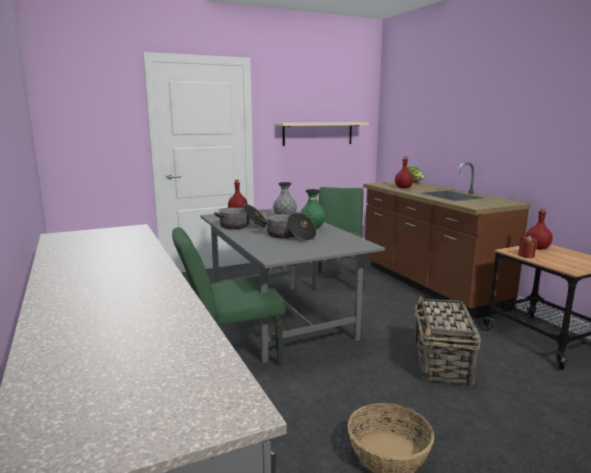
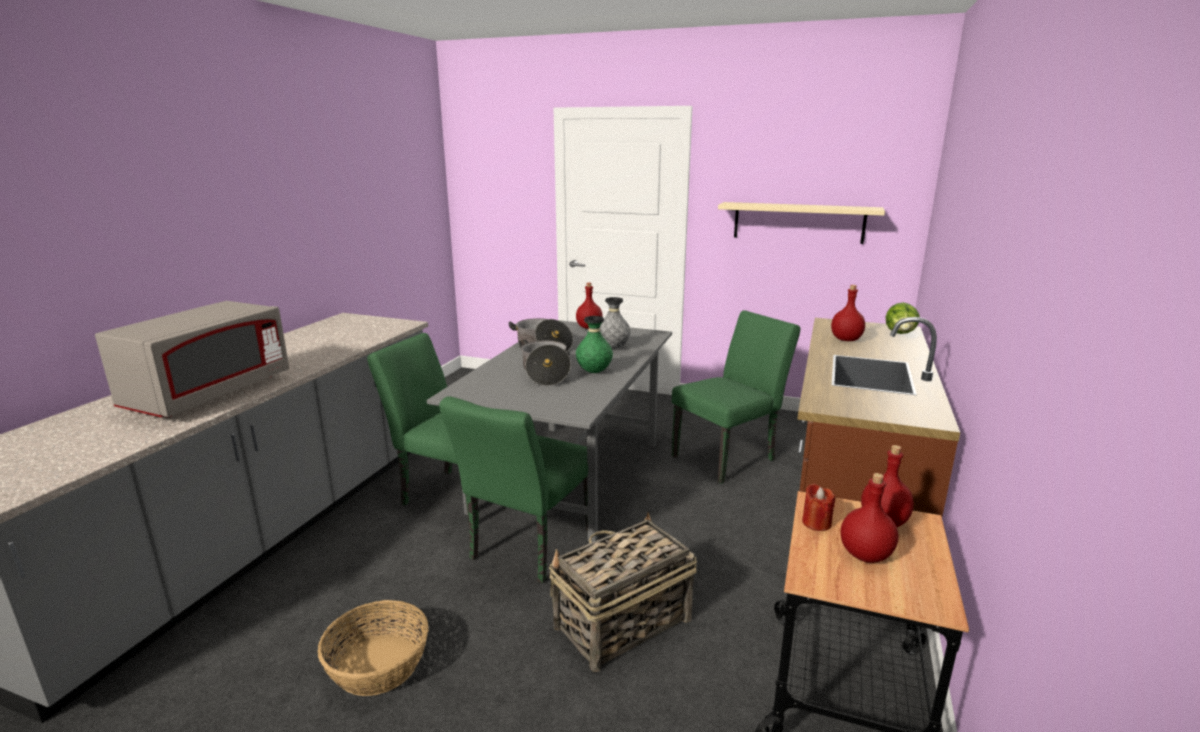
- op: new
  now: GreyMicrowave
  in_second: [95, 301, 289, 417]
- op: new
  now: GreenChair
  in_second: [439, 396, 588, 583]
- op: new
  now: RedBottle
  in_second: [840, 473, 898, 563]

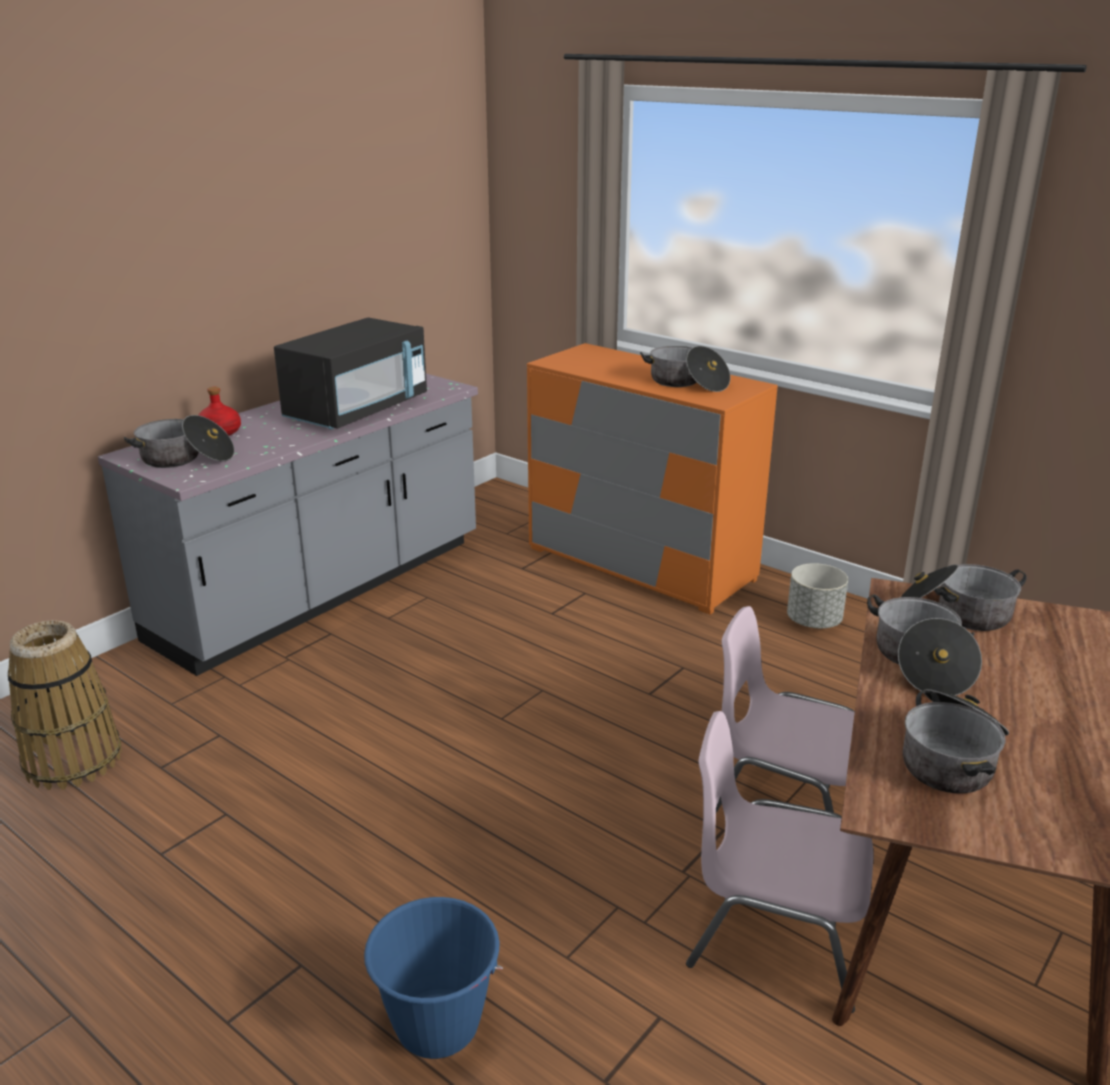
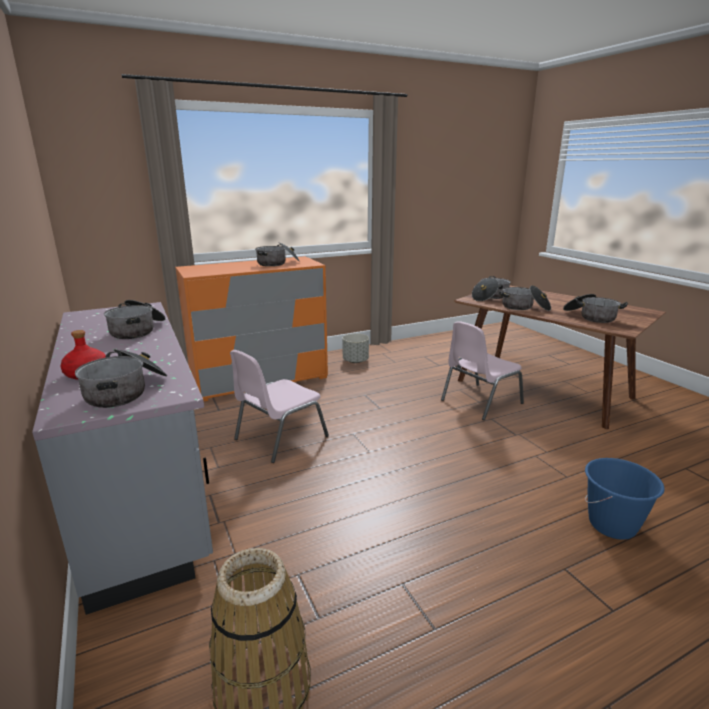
- op: swapped
  was: BlackMicrowave
  now: CookingPot
  in_first: [274, 318, 427, 429]
  in_second: [104, 300, 166, 339]
- op: shifted
  was: PinkChair
  in_first: [686, 711, 874, 1013]
  in_second: [230, 350, 329, 463]

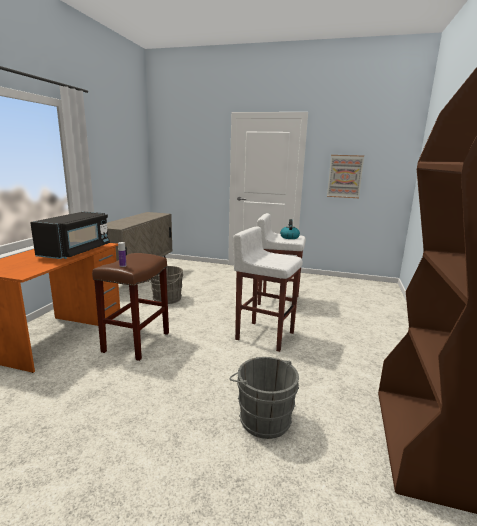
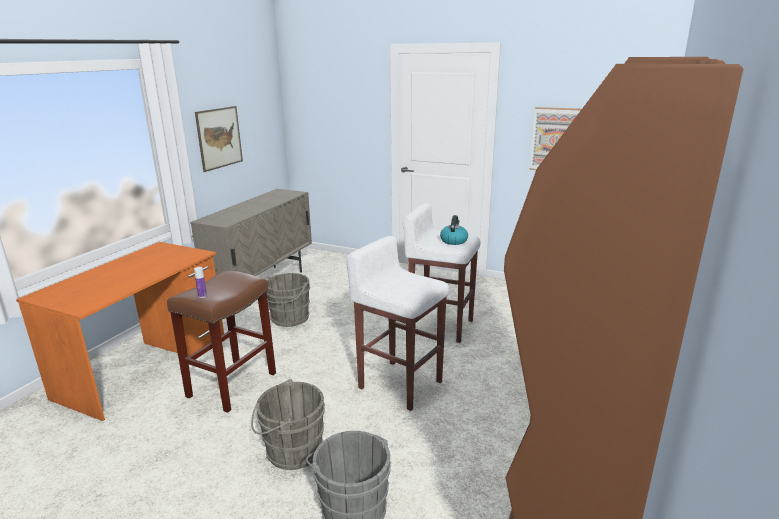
- op: gone
  was: BlackMicrowave
  in_first: [30, 212, 110, 259]
- op: new
  now: Picture
  in_second: [195, 106, 243, 172]
- op: new
  now: GreyBucket
  in_second: [251, 379, 325, 470]

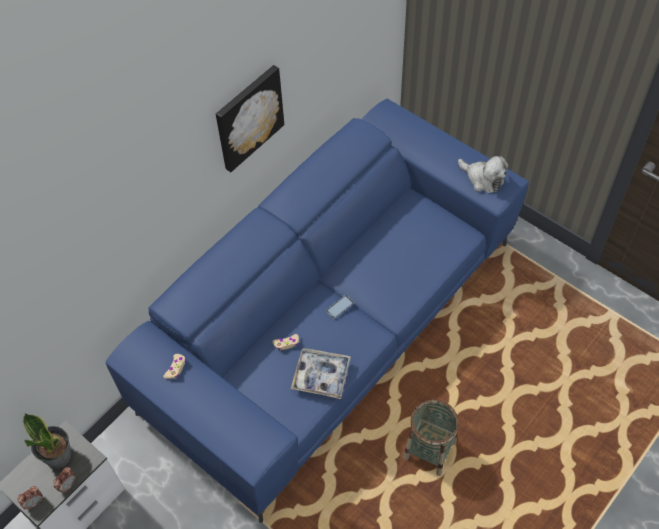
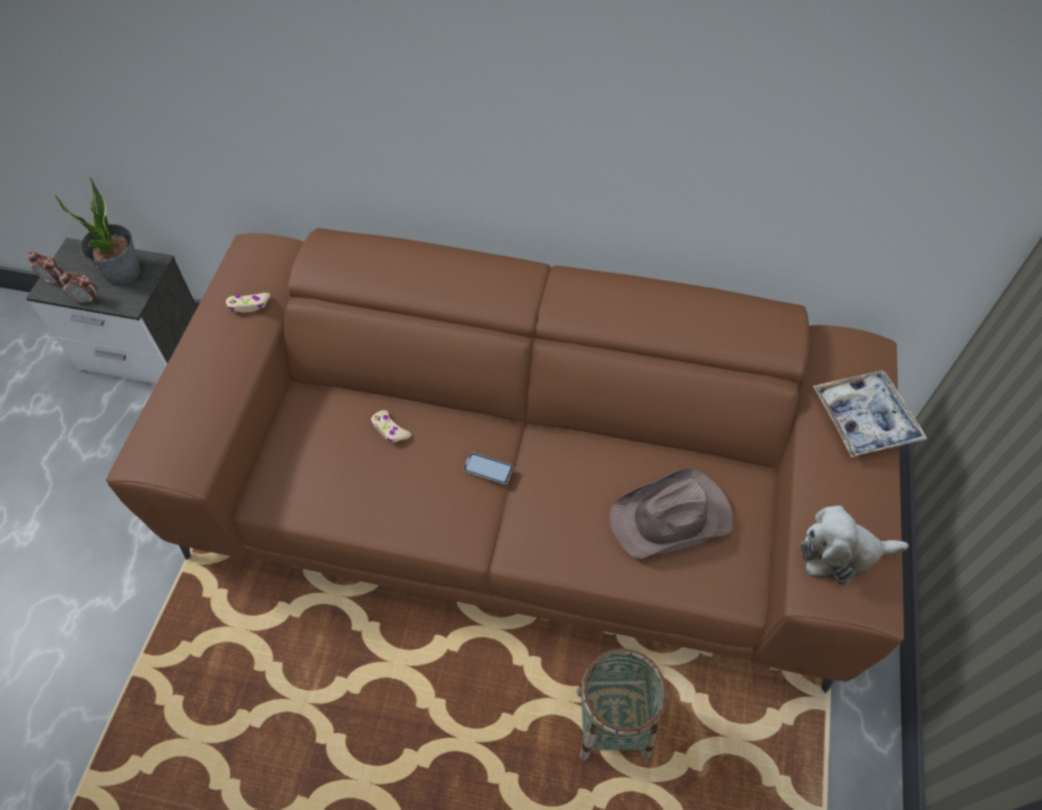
- op: gone
  was: Picture
  in_first: [216, 65, 284, 172]
- op: repainted
  was: BlueSofa
  now: BrownSofa
  in_first: [105, 99, 529, 523]
  in_second: [106, 228, 904, 693]
- op: rotated
  was: PlushToy
  in_first: [458, 156, 508, 193]
  in_second: [800, 506, 909, 585]
  clockwise: 75
- op: shifted
  was: Tray
  in_first: [291, 348, 351, 399]
  in_second: [813, 370, 927, 458]
- op: shifted
  was: Basket
  in_first: [403, 399, 459, 476]
  in_second: [576, 648, 667, 760]
- op: new
  now: BrownHat
  in_second: [609, 468, 733, 559]

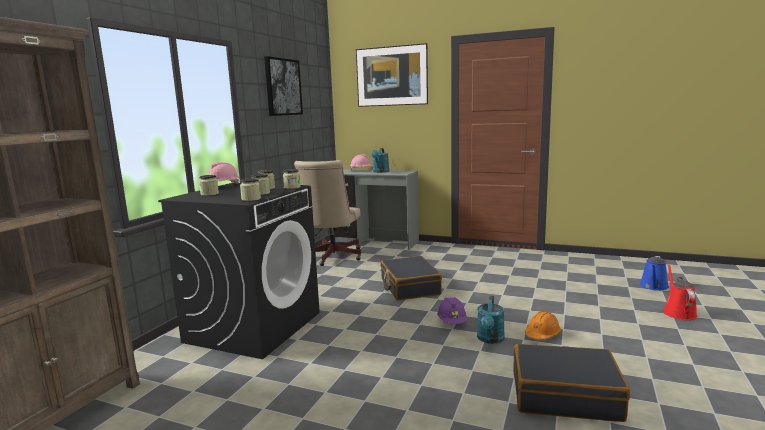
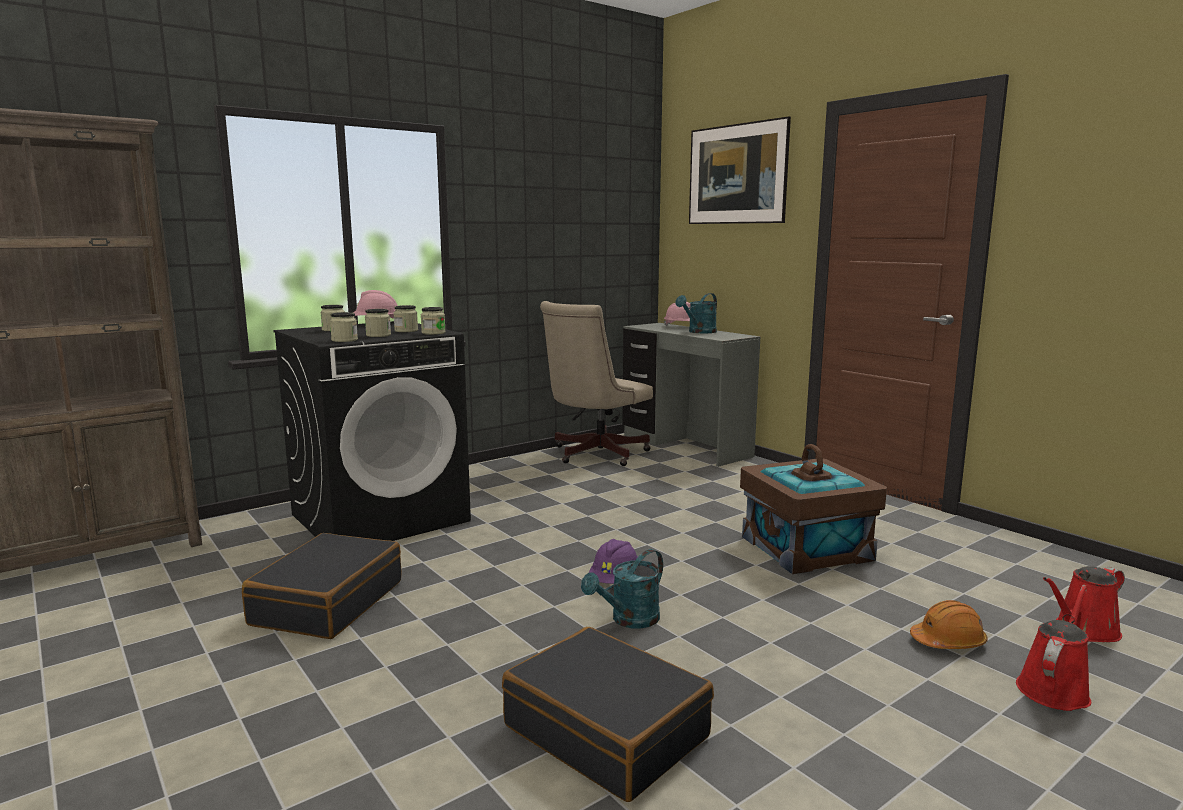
- op: gone
  was: Picture
  in_first: [264, 56, 303, 116]
- op: shifted
  was: BlackSuitcase
  in_first: [381, 256, 442, 301]
  in_second: [242, 533, 402, 639]
- op: repainted
  was: BlueWateringCan
  now: RedWateringCan
  in_first: [640, 256, 669, 291]
  in_second: [1043, 566, 1125, 642]
- op: shifted
  was: OrangeHardHat
  in_first: [525, 311, 561, 340]
  in_second: [910, 600, 988, 649]
- op: new
  now: BrownStorageBox
  in_second: [740, 444, 887, 574]

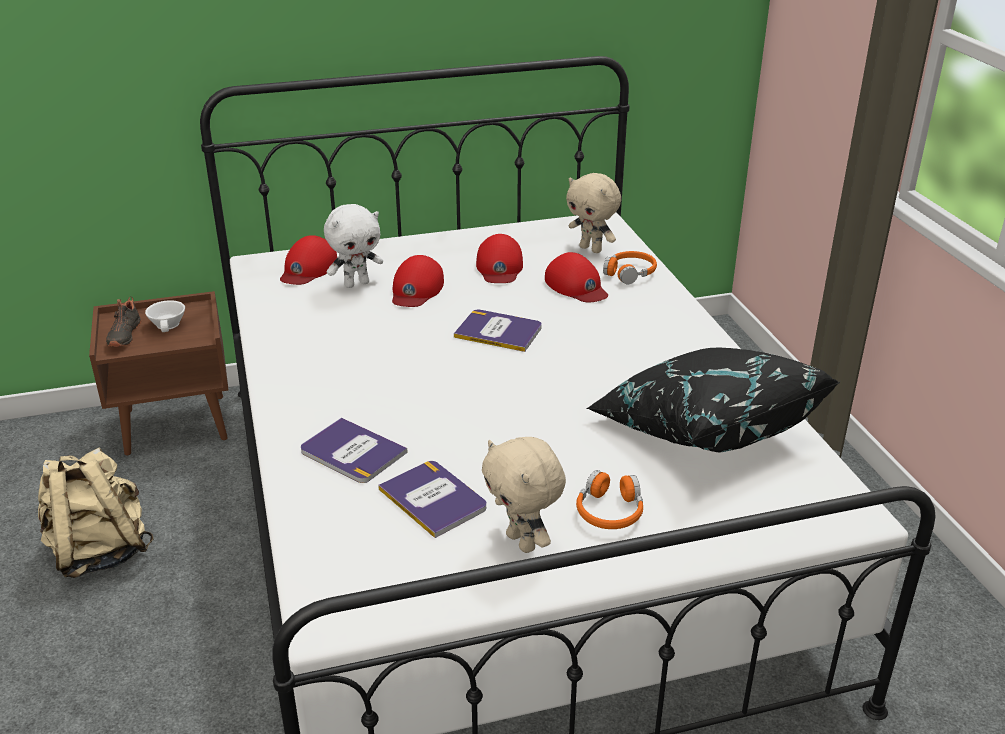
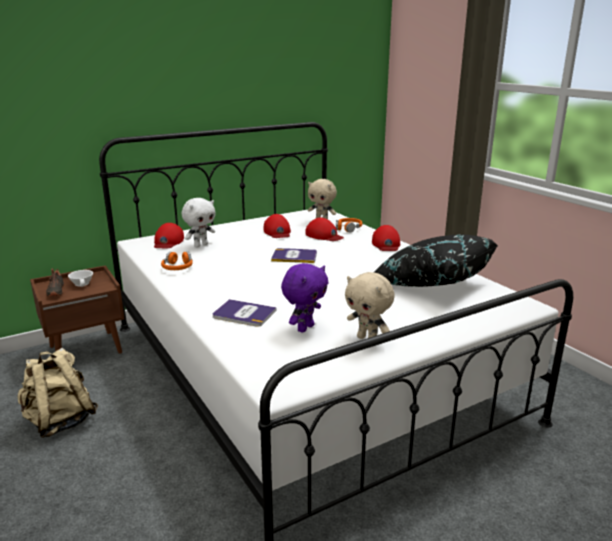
- op: shifted
  was: RedCap
  in_first: [392, 255, 444, 307]
  in_second: [372, 225, 400, 251]
- op: swapped
  was: Book
  now: PurplePlushToy
  in_first: [378, 461, 487, 538]
  in_second: [281, 263, 328, 333]
- op: shifted
  was: OrangeHeadphones
  in_first: [576, 470, 643, 529]
  in_second: [161, 252, 193, 270]

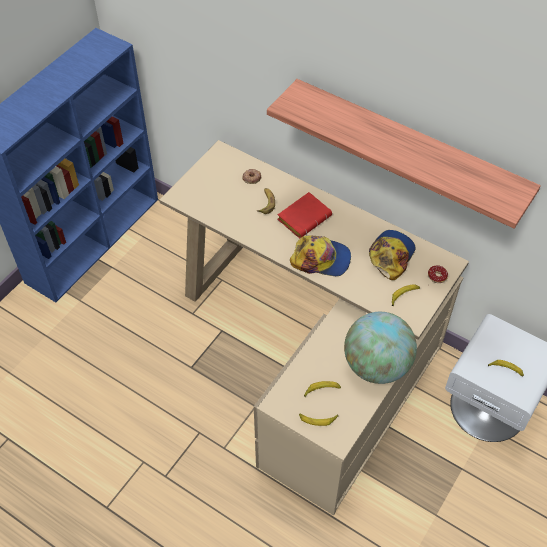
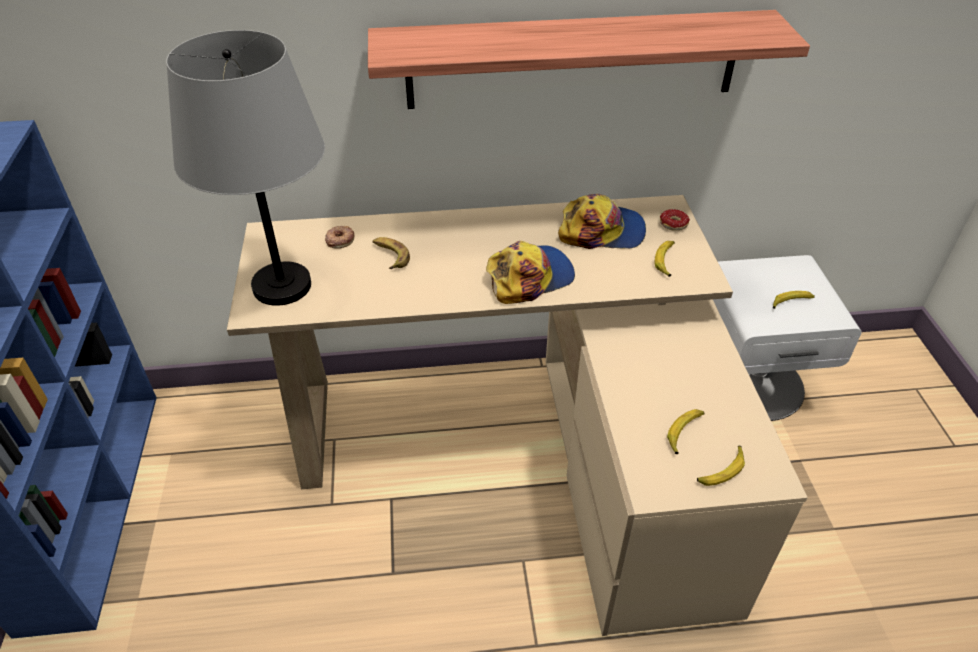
- op: gone
  was: RedBook
  in_first: [277, 192, 332, 238]
- op: rotated
  was: Cap
  in_first: [369, 230, 416, 280]
  in_second: [558, 194, 646, 249]
  clockwise: 105
- op: gone
  was: Globe
  in_first: [344, 312, 417, 384]
- op: new
  now: GreyTableLamp
  in_second: [166, 30, 325, 306]

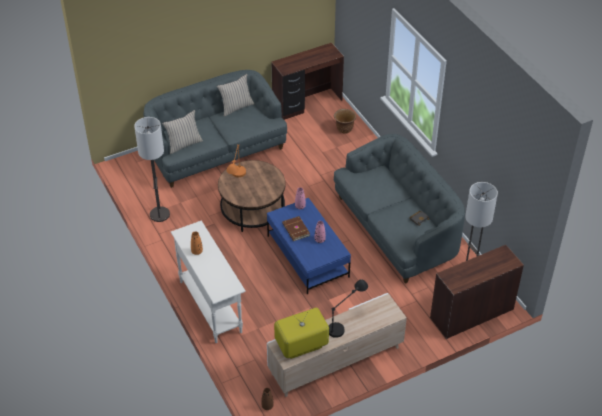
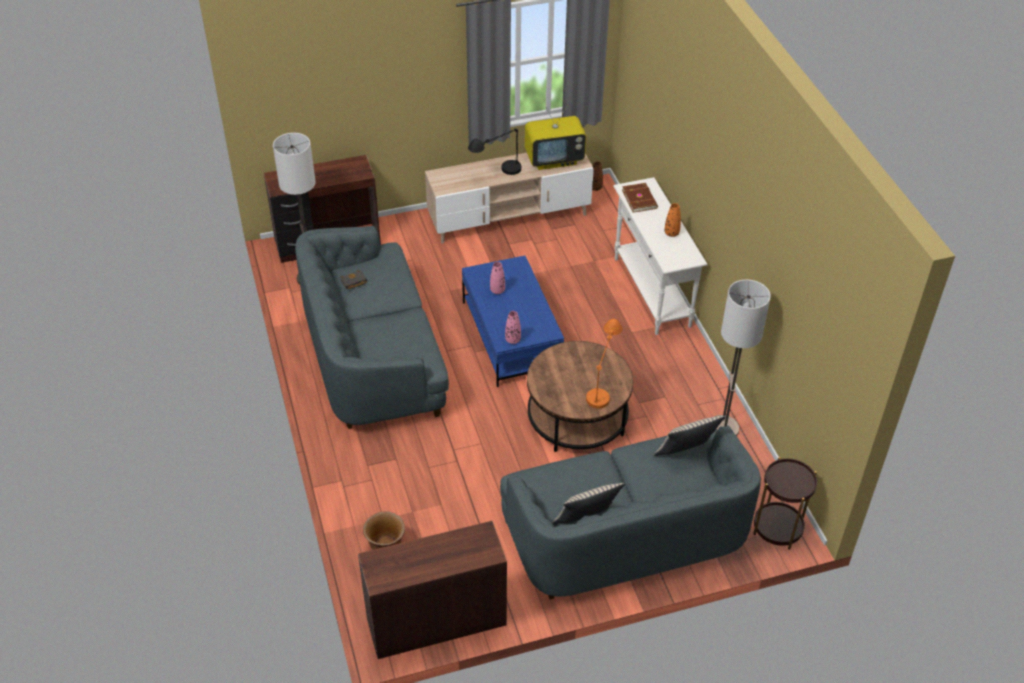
- op: shifted
  was: BrownBook
  in_first: [282, 216, 310, 241]
  in_second: [622, 183, 658, 213]
- op: new
  now: BrownSideTable
  in_second: [753, 457, 817, 549]

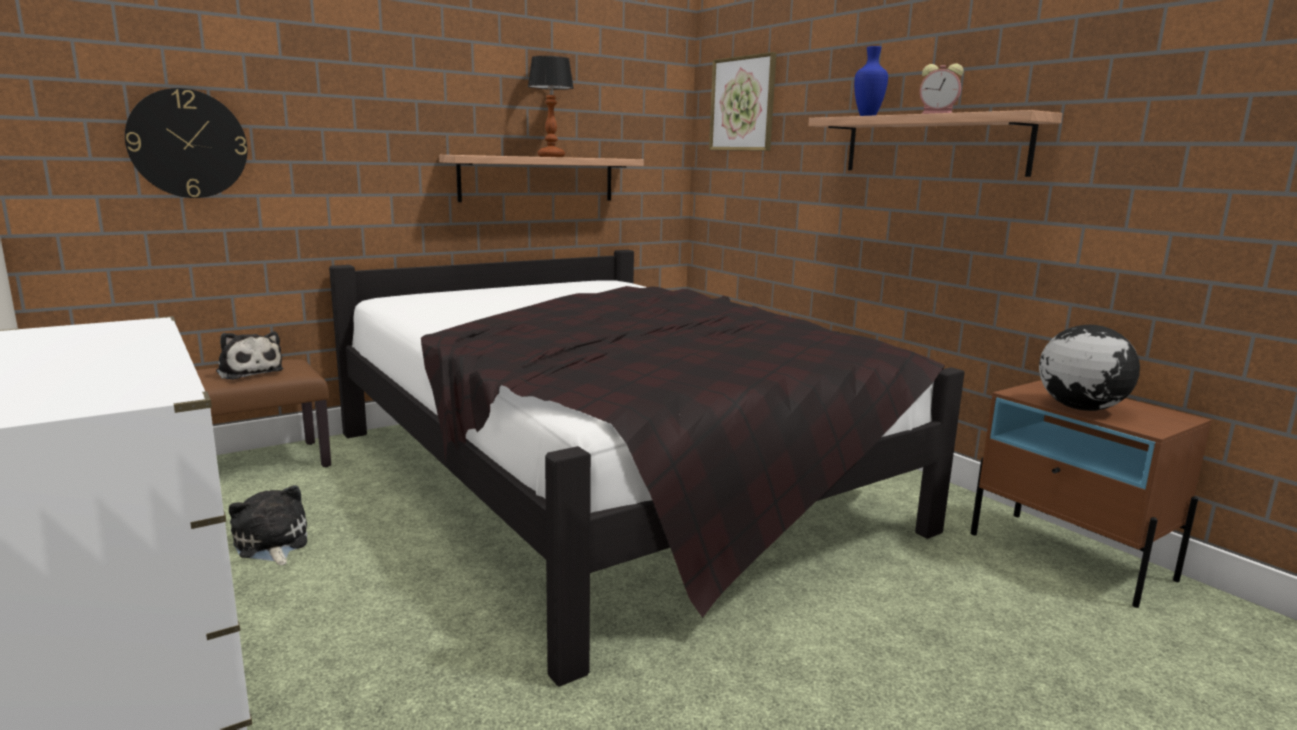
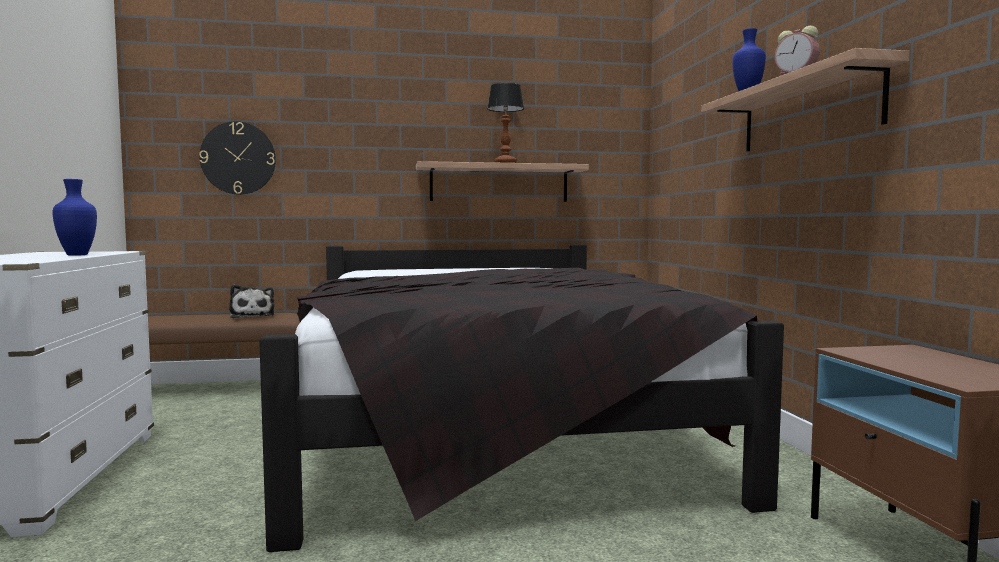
- op: gone
  was: Picture
  in_first: [709, 52, 777, 151]
- op: gone
  was: Globe
  in_first: [1039, 325, 1140, 411]
- op: gone
  was: PlushToy
  in_first: [229, 485, 307, 565]
- op: new
  now: BlueVase
  in_second: [53, 179, 97, 256]

